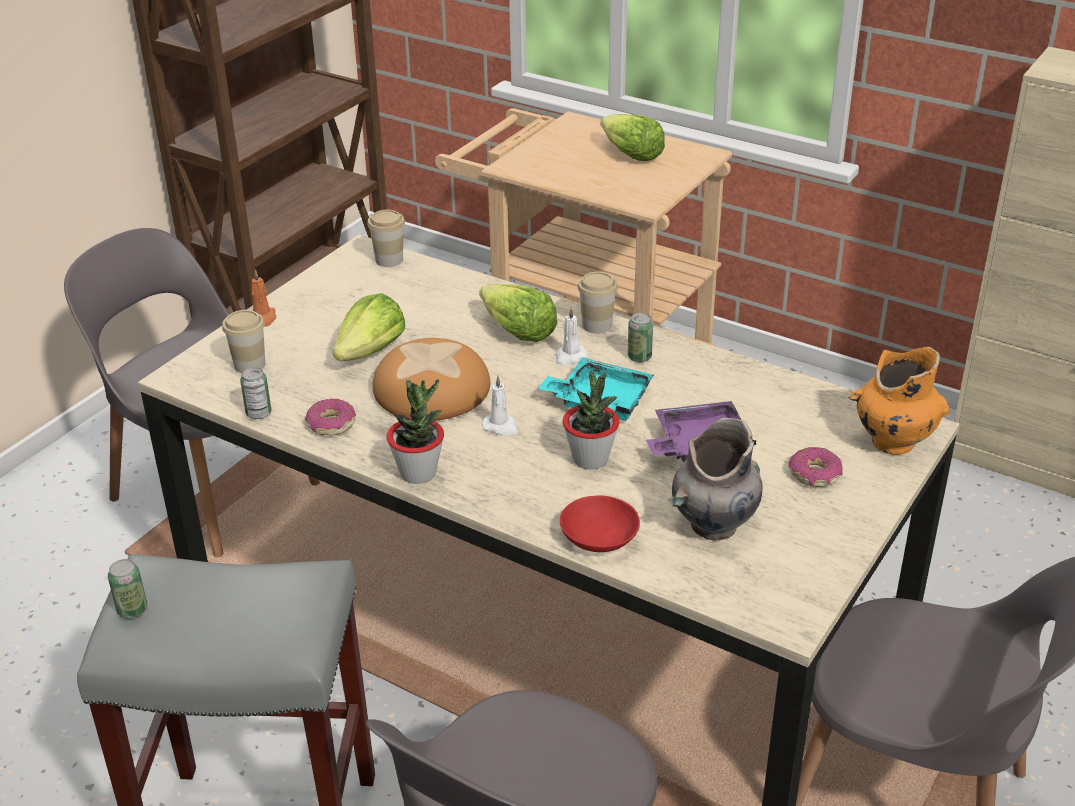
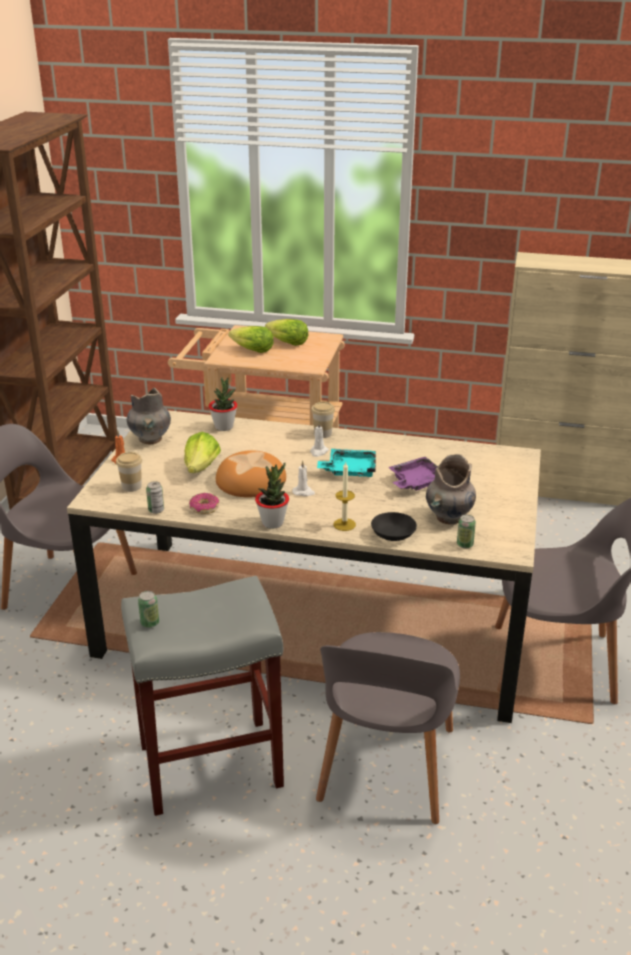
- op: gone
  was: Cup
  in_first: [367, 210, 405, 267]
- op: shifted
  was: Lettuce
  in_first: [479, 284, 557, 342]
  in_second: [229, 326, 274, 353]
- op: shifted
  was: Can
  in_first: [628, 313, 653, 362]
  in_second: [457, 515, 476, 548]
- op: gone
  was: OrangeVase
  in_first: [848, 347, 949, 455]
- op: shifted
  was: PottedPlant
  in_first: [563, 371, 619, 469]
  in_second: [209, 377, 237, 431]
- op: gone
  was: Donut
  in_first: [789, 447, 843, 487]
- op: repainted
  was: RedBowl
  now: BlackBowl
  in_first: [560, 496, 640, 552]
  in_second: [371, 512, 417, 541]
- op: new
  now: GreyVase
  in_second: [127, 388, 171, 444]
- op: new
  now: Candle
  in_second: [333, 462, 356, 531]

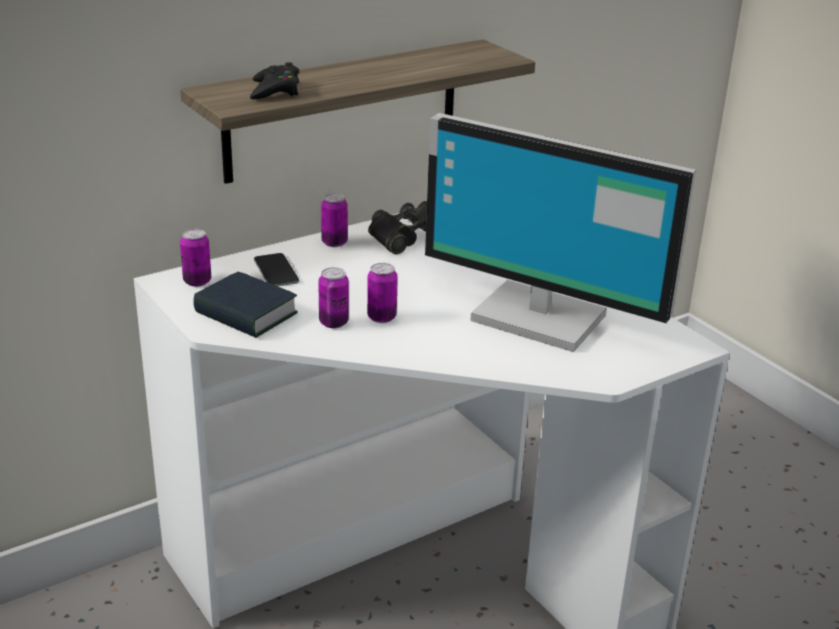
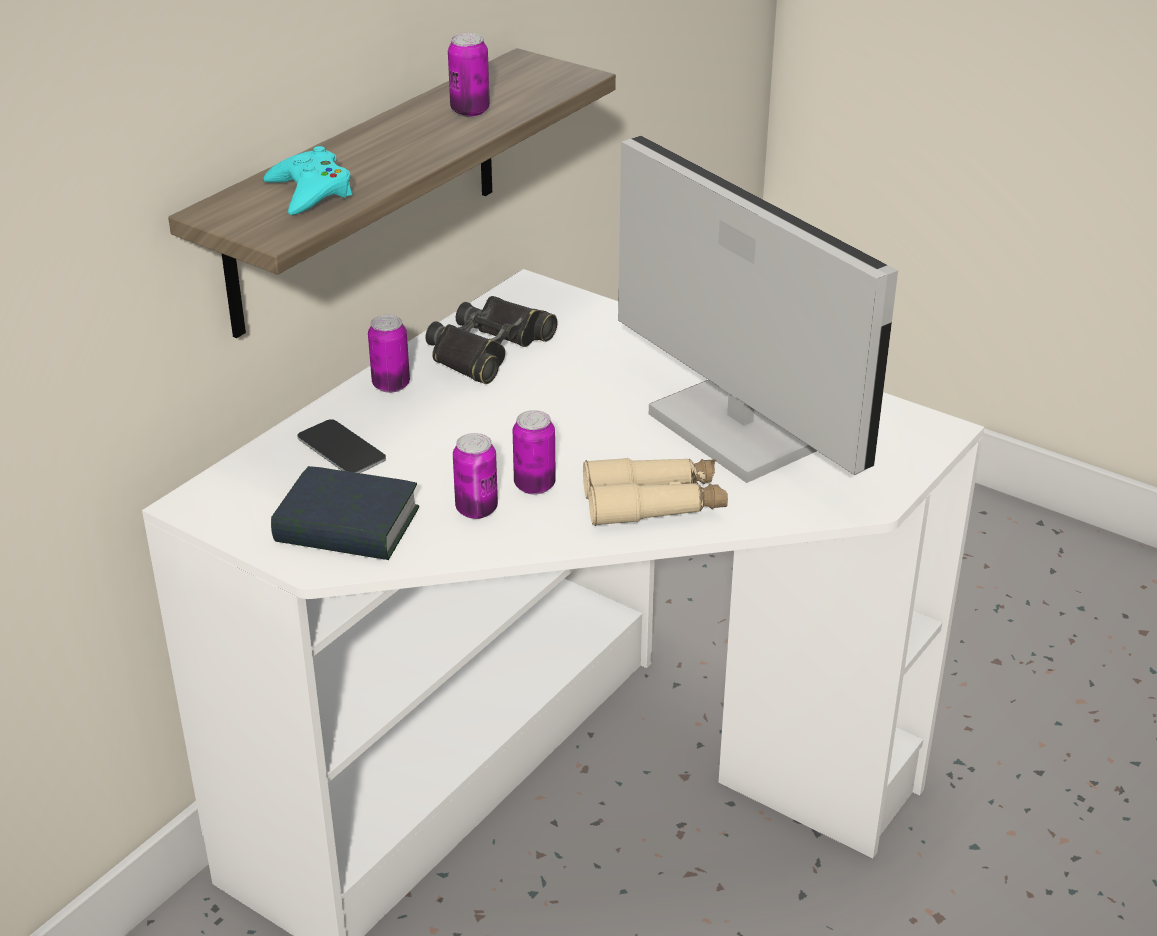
- op: repainted
  was: BlackGameController
  now: TurquoiseGameController
  in_first: [250, 62, 299, 99]
  in_second: [263, 146, 353, 215]
- op: rotated
  was: Monitor
  in_first: [425, 113, 696, 352]
  in_second: [618, 136, 898, 483]
  clockwise: -135
- op: shifted
  was: Can
  in_first: [180, 229, 211, 287]
  in_second: [448, 33, 490, 117]
- op: new
  now: BeigeBinoculars
  in_second: [583, 458, 728, 526]

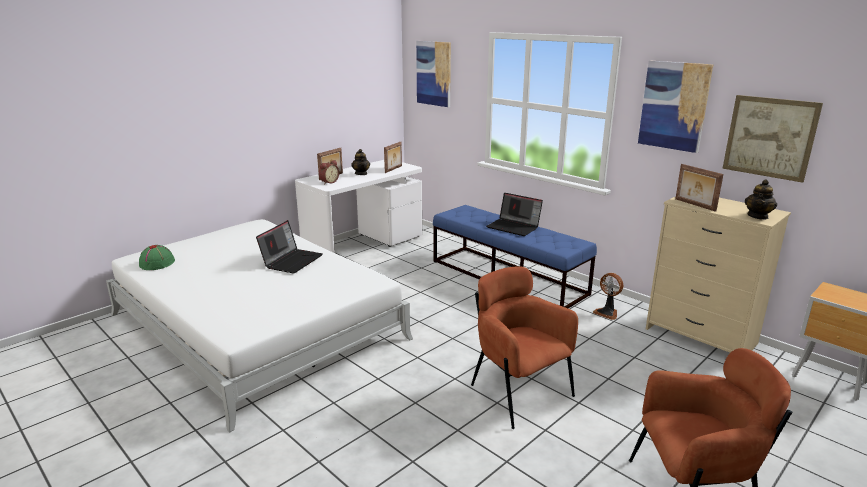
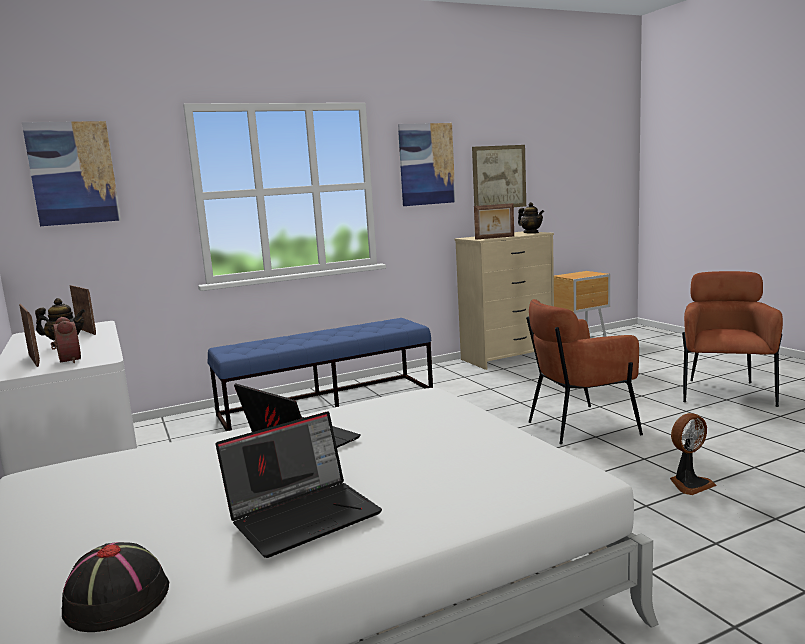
- op: shifted
  was: Laptop
  in_first: [486, 193, 543, 236]
  in_second: [216, 411, 382, 558]
- op: repainted
  was: GreenHat
  now: BlackHat
  in_first: [139, 245, 175, 270]
  in_second: [62, 542, 169, 632]
- op: shifted
  was: Fan
  in_first: [593, 273, 623, 320]
  in_second: [670, 413, 717, 495]

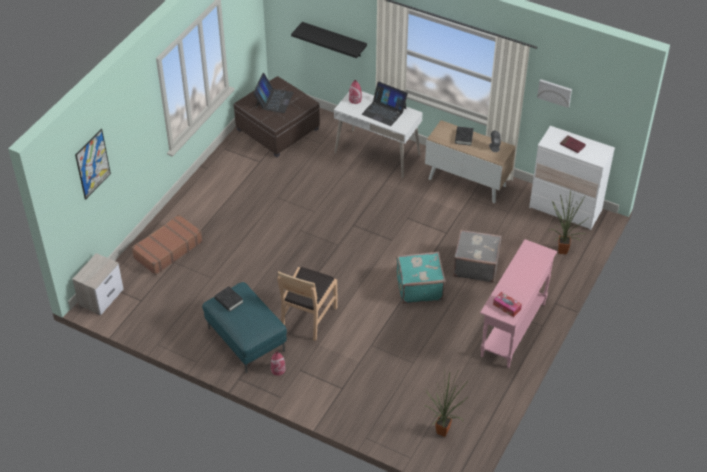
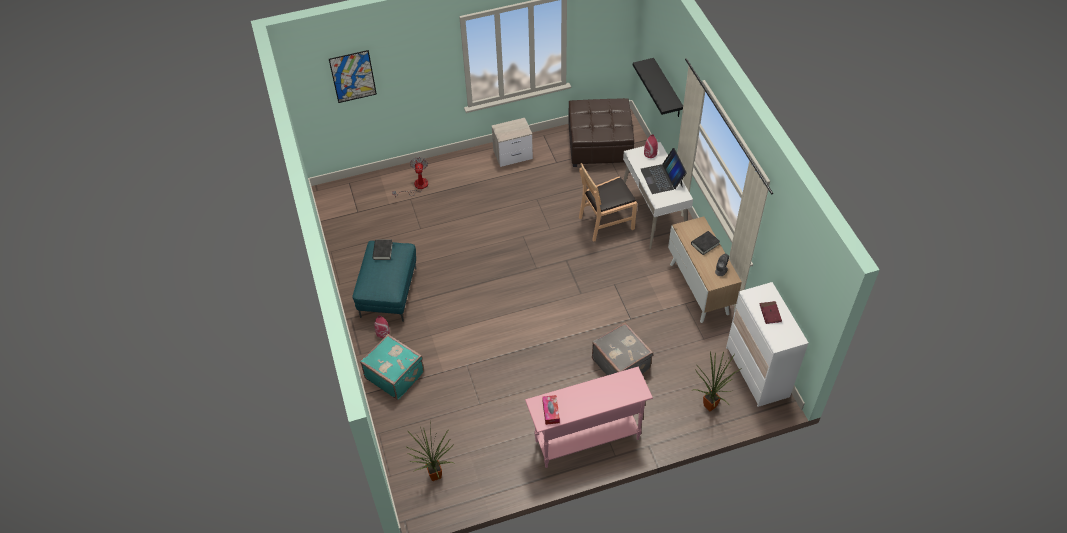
- op: gone
  was: Laptop
  in_first: [253, 73, 294, 113]
- op: gone
  was: Picture
  in_first: [537, 79, 572, 108]
- op: swapped
  was: BrownSuitcase
  now: Fan
  in_first: [131, 214, 203, 275]
  in_second: [392, 157, 428, 197]
- op: shifted
  was: TurquoiseSuitcase
  in_first: [397, 252, 446, 304]
  in_second: [360, 334, 424, 400]
- op: shifted
  was: Nightstand
  in_first: [72, 253, 124, 315]
  in_second: [491, 118, 533, 167]
- op: shifted
  was: BrownChair
  in_first: [277, 267, 338, 341]
  in_second: [579, 163, 637, 242]

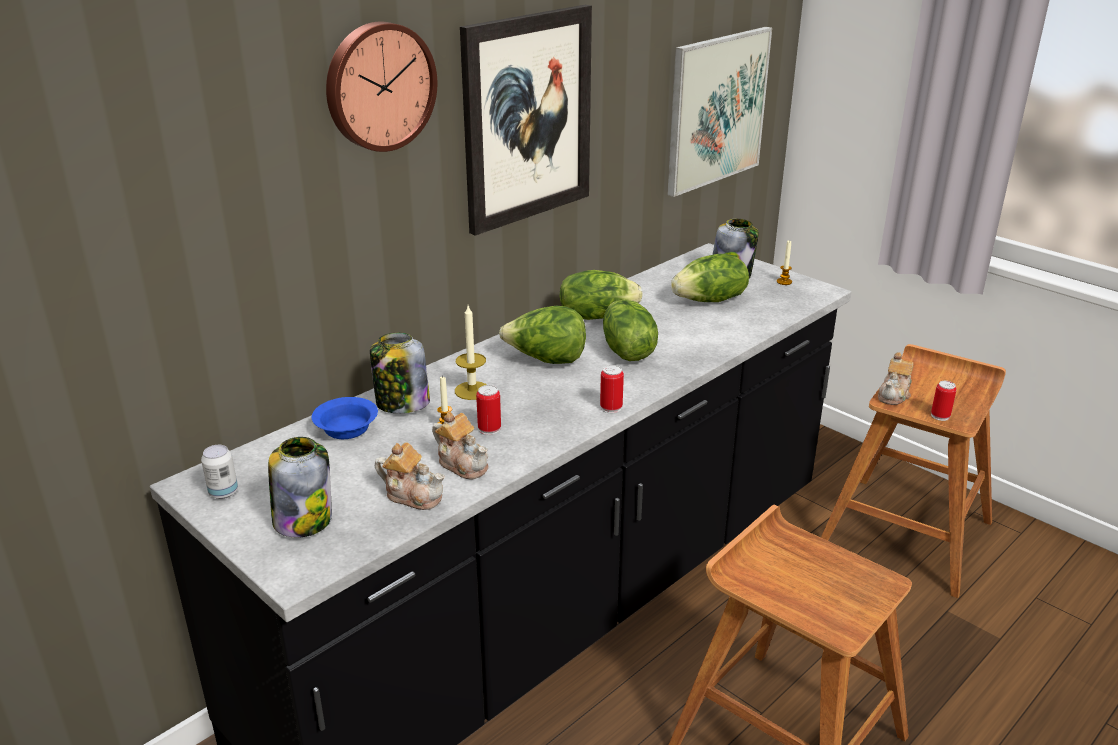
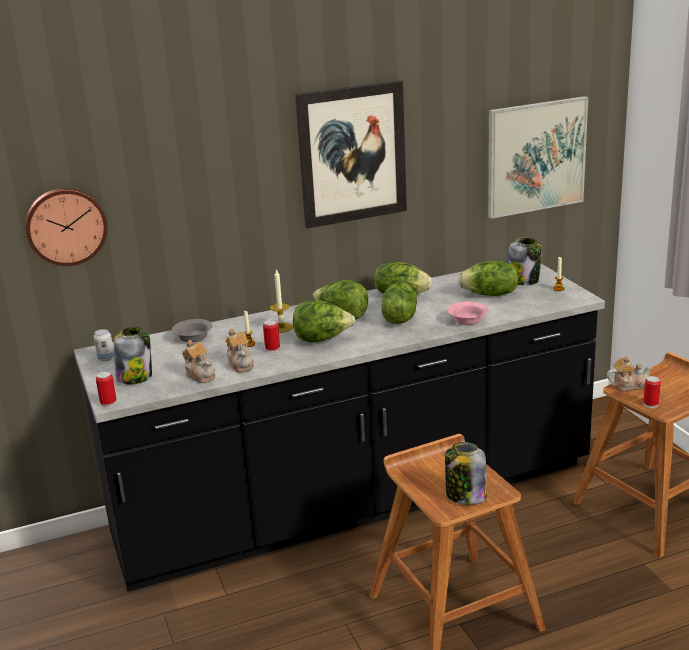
- op: shifted
  was: WallClock
  in_first: [326, 21, 437, 152]
  in_second: [25, 188, 107, 266]
- op: shifted
  was: Jar
  in_first: [370, 333, 430, 413]
  in_second: [445, 442, 487, 505]
- op: rotated
  was: Teapot
  in_first: [878, 352, 914, 405]
  in_second: [607, 356, 652, 391]
  clockwise: -150
- op: shifted
  was: Can
  in_first: [600, 365, 624, 413]
  in_second: [96, 371, 117, 407]
- op: repainted
  was: BlueBowl
  now: GreyBowl
  in_first: [312, 397, 378, 439]
  in_second: [172, 319, 212, 342]
- op: new
  now: Lettuce
  in_second: [293, 300, 355, 343]
- op: new
  now: PinkBowl
  in_second: [448, 302, 488, 325]

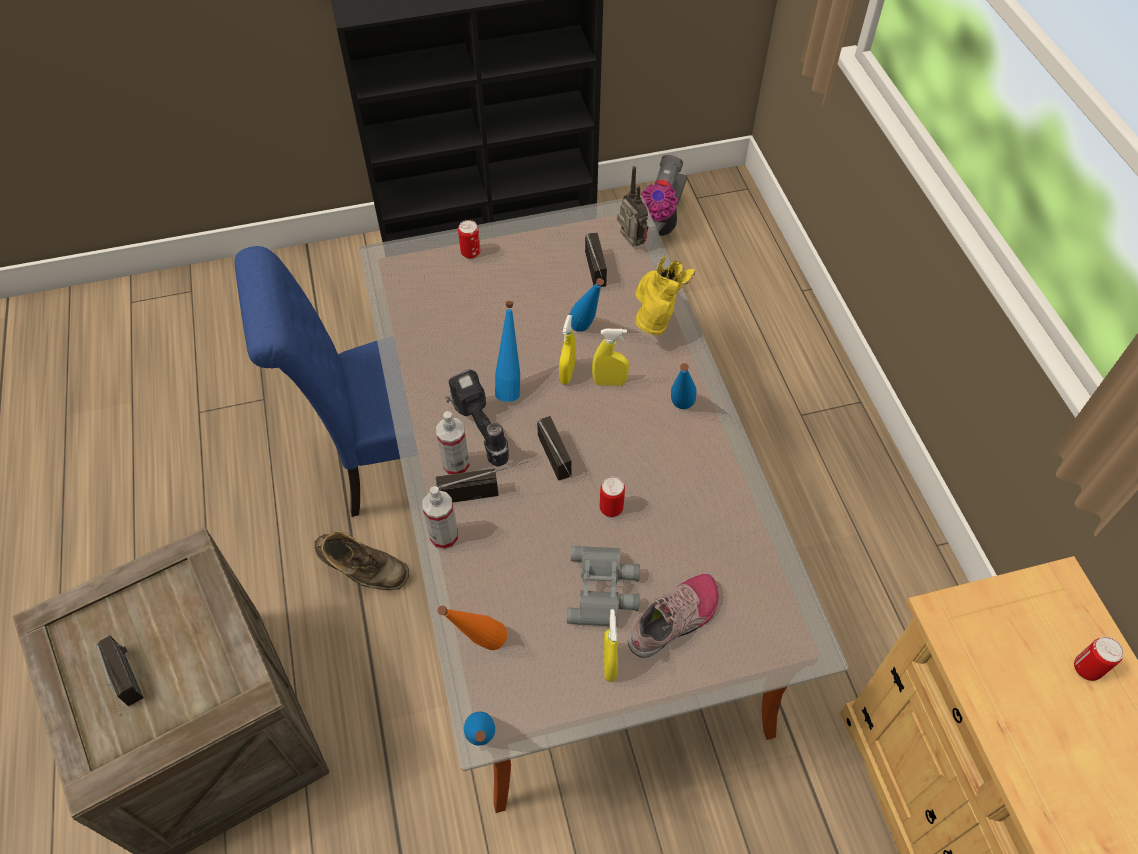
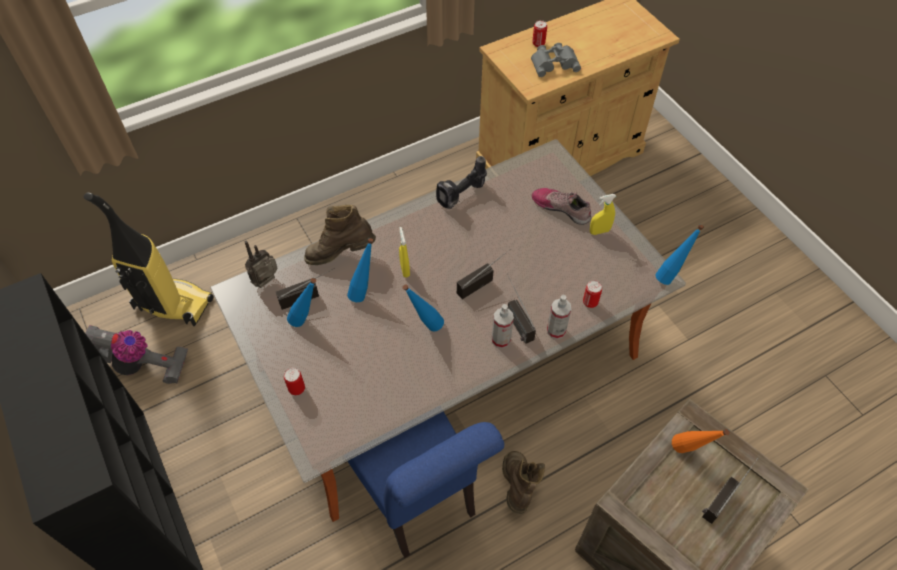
- op: repainted
  was: YellowBoot
  now: BrownBoot
  in_first: [635, 255, 695, 335]
  in_second: [304, 205, 376, 265]
- op: gone
  was: YellowSprayBottle
  in_first: [559, 315, 575, 385]
- op: shifted
  was: BlueBottle
  in_first: [671, 363, 697, 409]
  in_second: [287, 278, 316, 327]
- op: shifted
  was: PowerDrill
  in_first: [446, 369, 509, 467]
  in_second: [436, 156, 487, 209]
- op: shifted
  was: Can
  in_first: [600, 477, 625, 517]
  in_second: [583, 280, 602, 308]
- op: shifted
  was: GreyBinoculars
  in_first: [567, 546, 640, 627]
  in_second: [531, 43, 581, 77]
- op: shifted
  was: OrangeBottle
  in_first: [438, 605, 507, 650]
  in_second: [672, 429, 730, 453]
- op: new
  now: VacuumCleaner
  in_second: [84, 193, 213, 326]

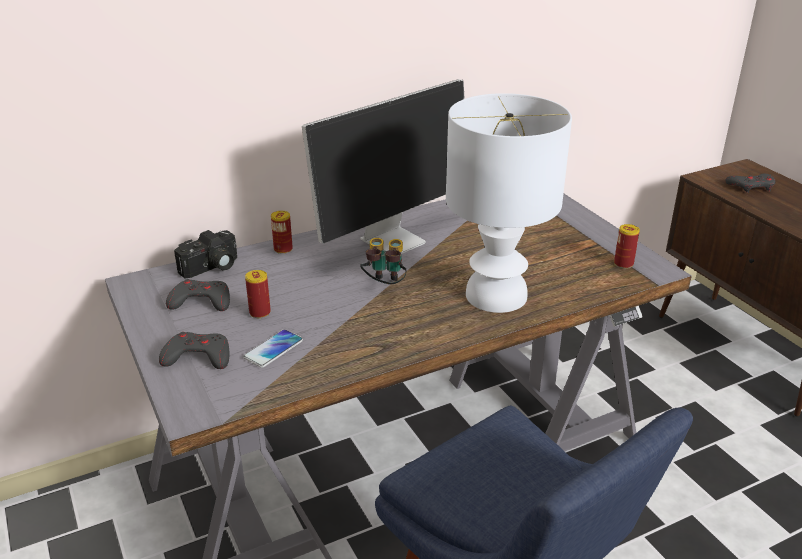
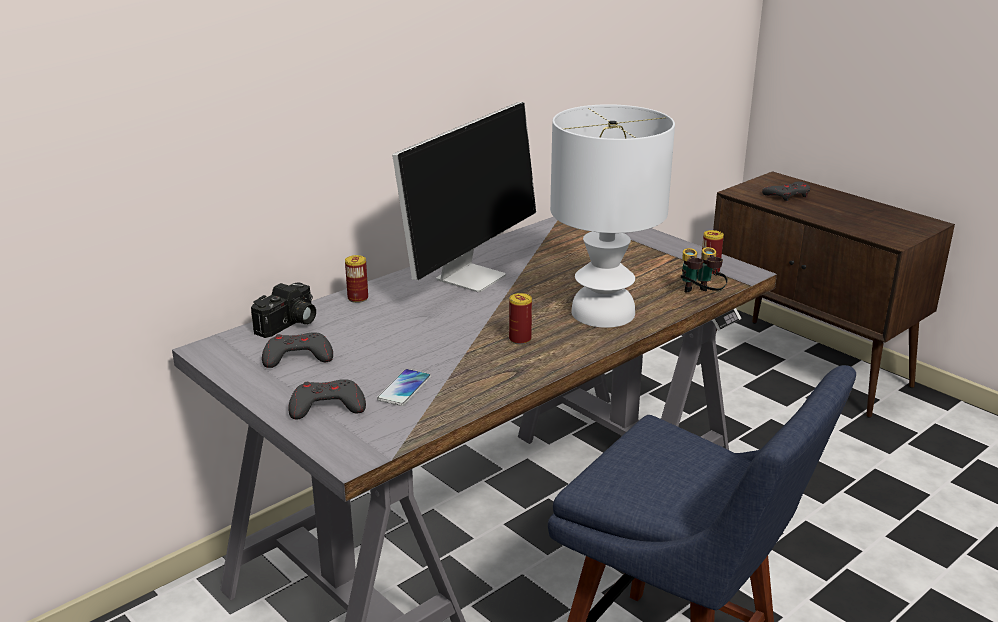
- op: shifted
  was: Binoculars
  in_first: [360, 238, 406, 284]
  in_second: [680, 247, 728, 293]
- op: shifted
  was: Can
  in_first: [245, 270, 271, 318]
  in_second: [509, 293, 532, 345]

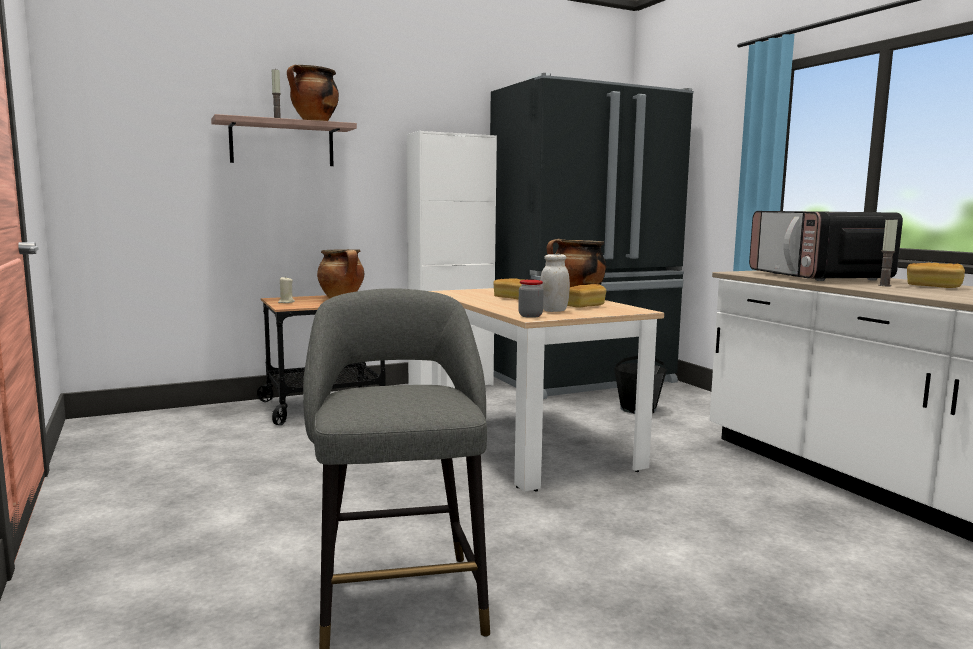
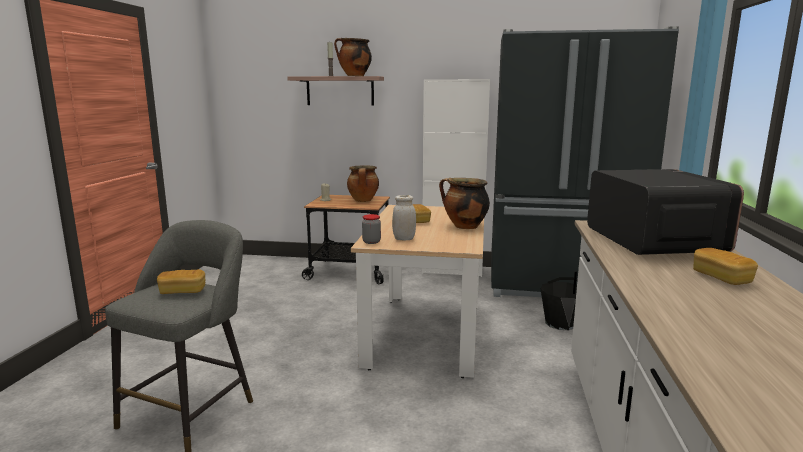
- op: rotated
  was: Microwave
  in_first: [749, 211, 903, 281]
  in_second: [587, 169, 744, 255]
  clockwise: 150
- op: gone
  was: Candle
  in_first: [878, 218, 898, 286]
- op: shifted
  was: Bread
  in_first: [567, 284, 606, 308]
  in_second: [157, 269, 205, 294]

